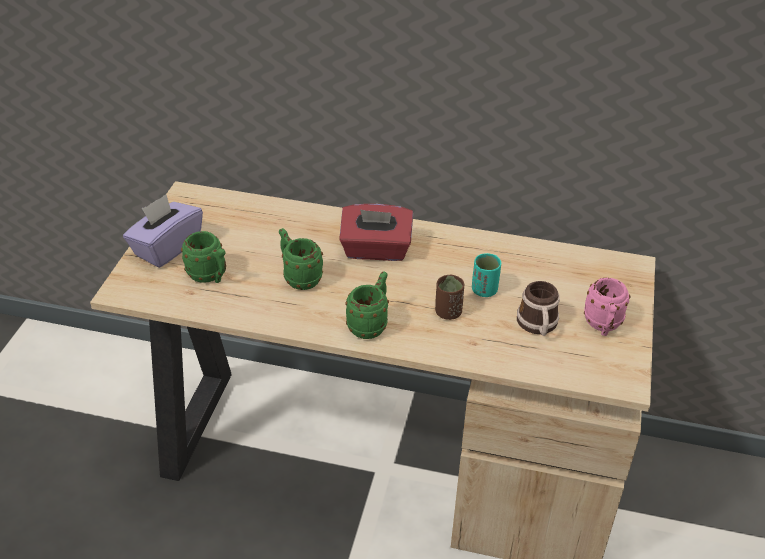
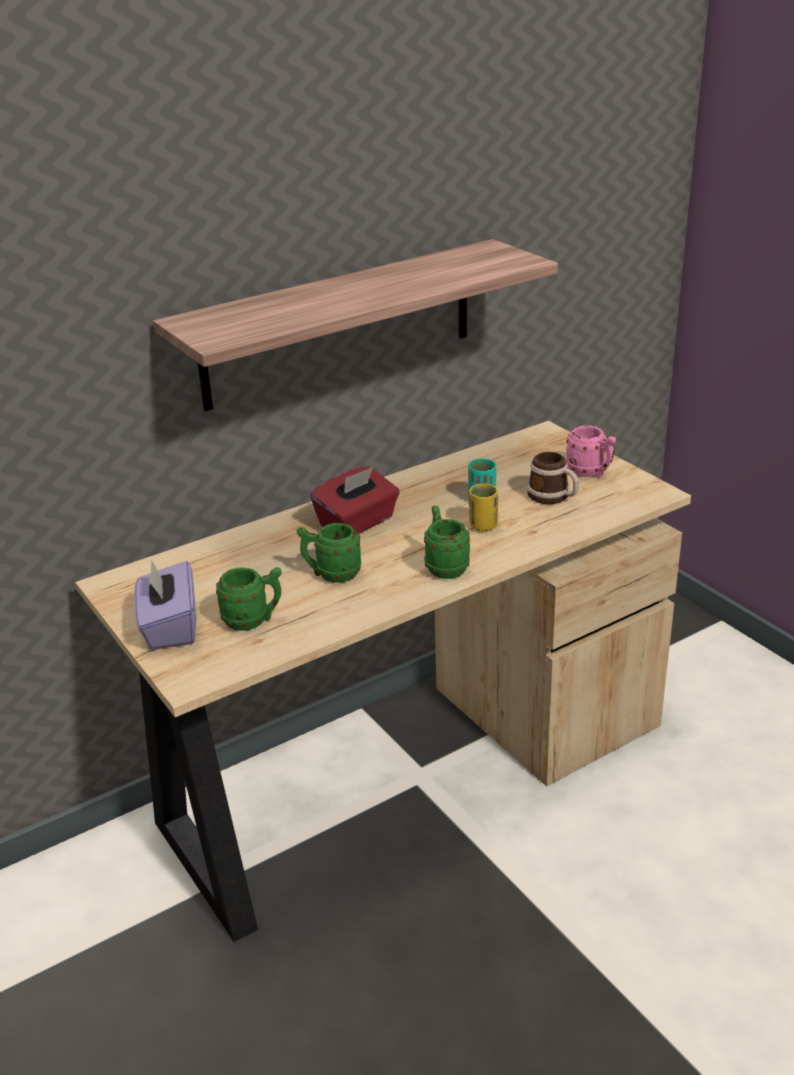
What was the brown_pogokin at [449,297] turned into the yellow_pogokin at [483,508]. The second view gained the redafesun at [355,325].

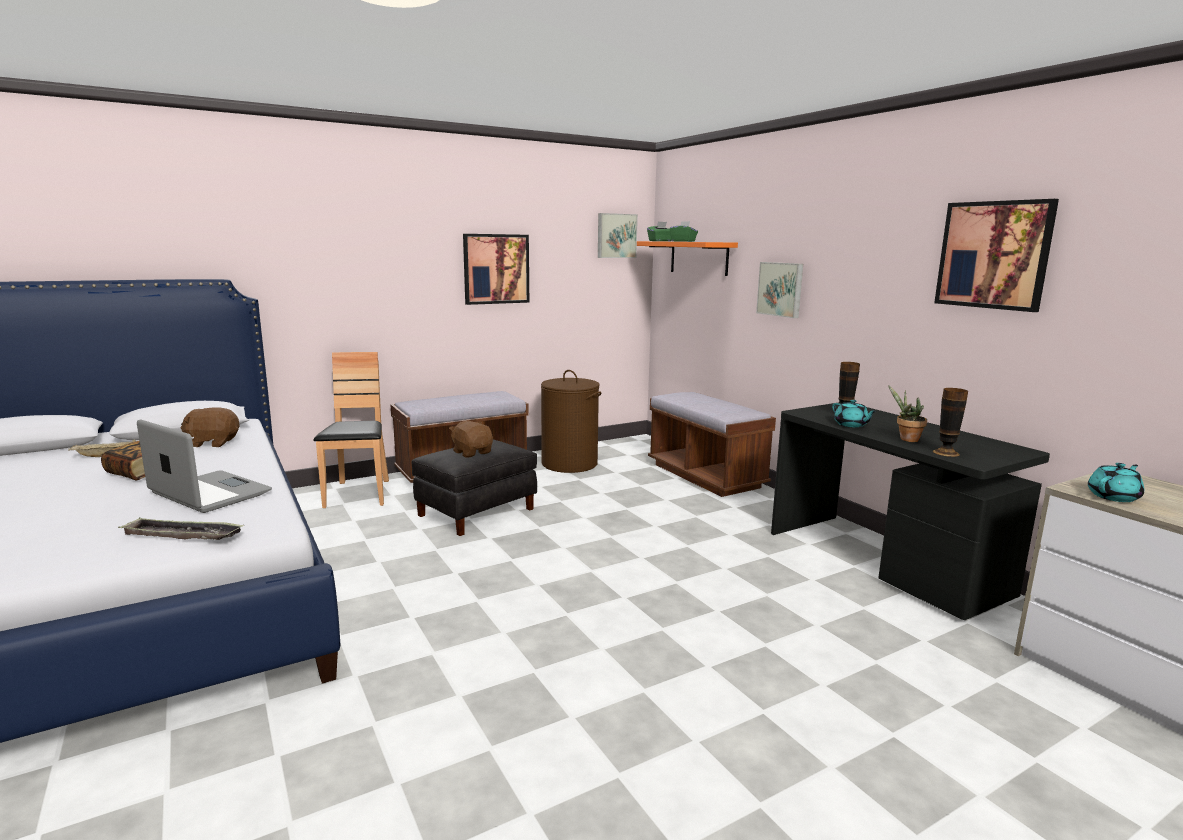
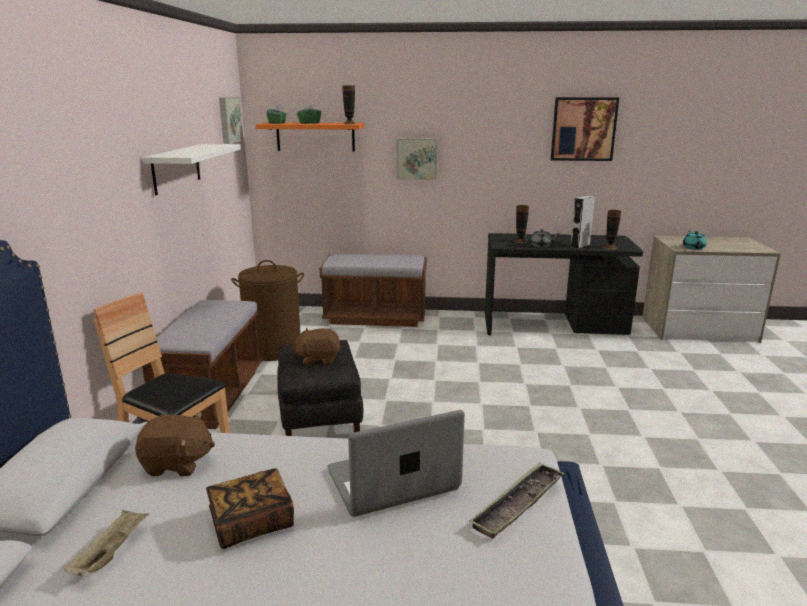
Where the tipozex hung at [496,269], the white_redafesun came to hang at [192,169]. Where the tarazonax stood at [907,413], the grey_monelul came to stand at [582,222]. What was the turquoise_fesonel at [854,413] turned into the grey_fesonel at [542,238]. The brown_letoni at [210,427] ended up facing another way, 120 degrees counterclockwise from before. The second view gained the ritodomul at [349,104].

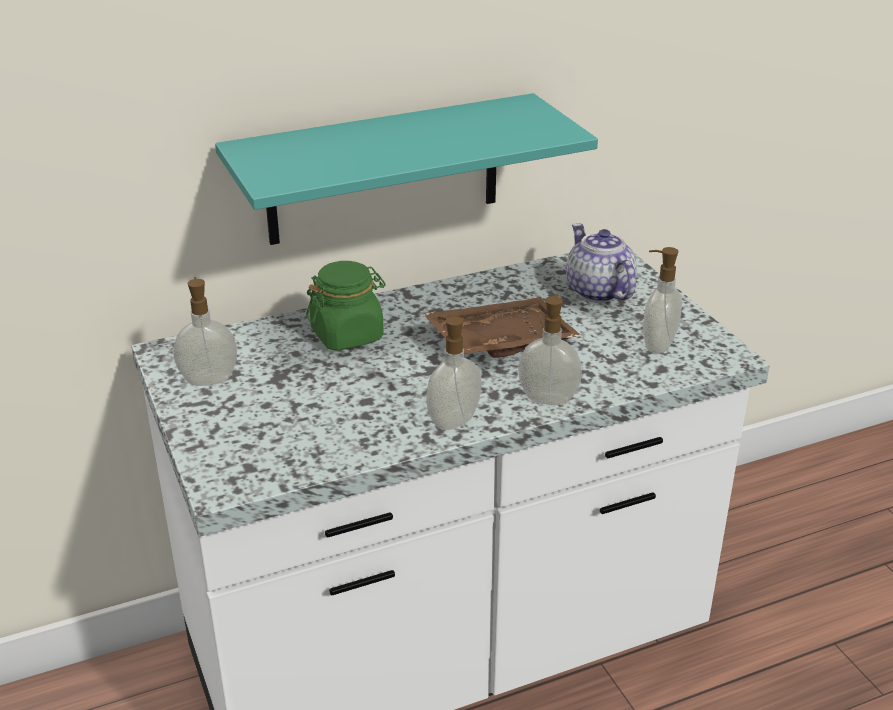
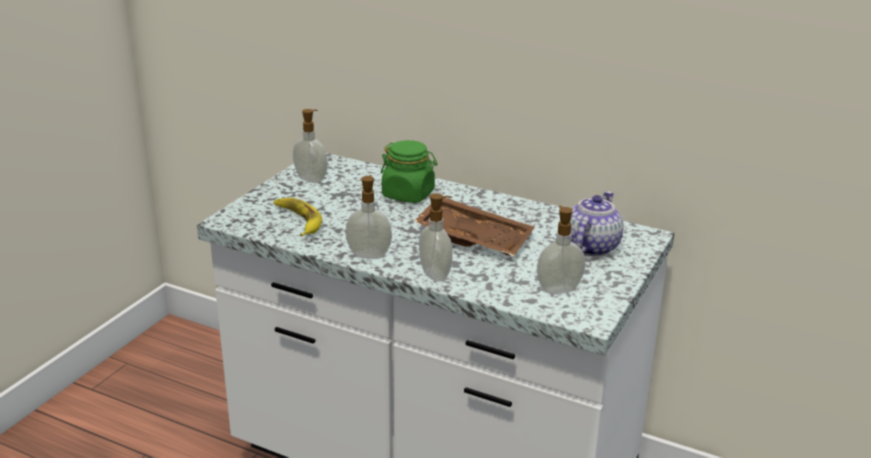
The second view lost the turquoise_redafesun at [406,169]. The second view gained the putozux at [298,217].

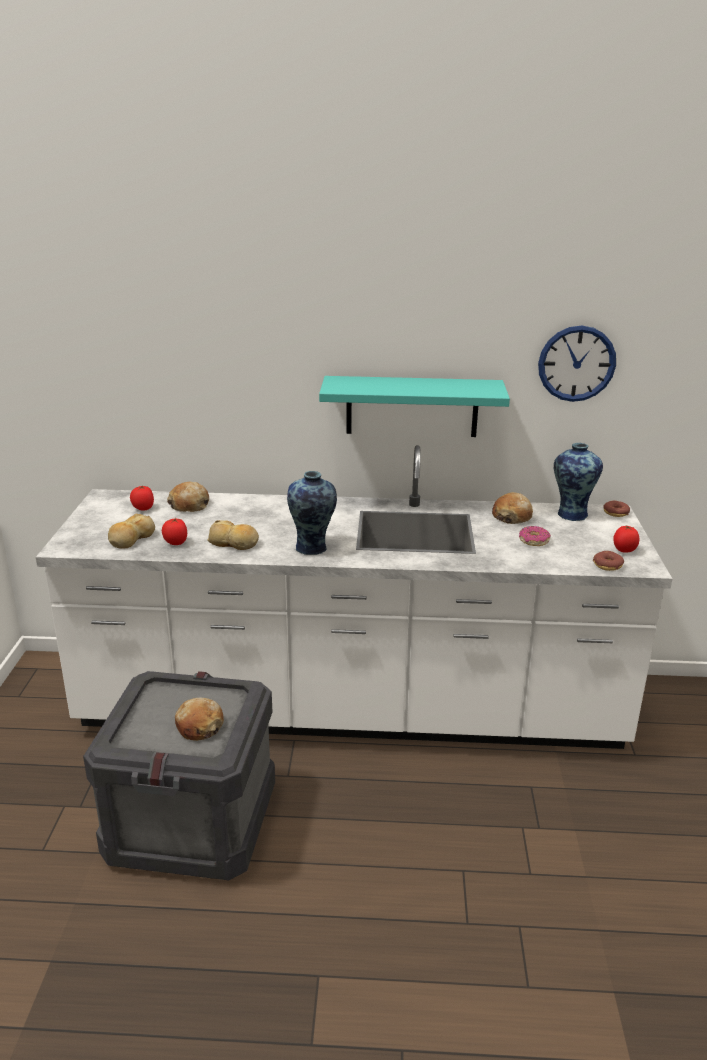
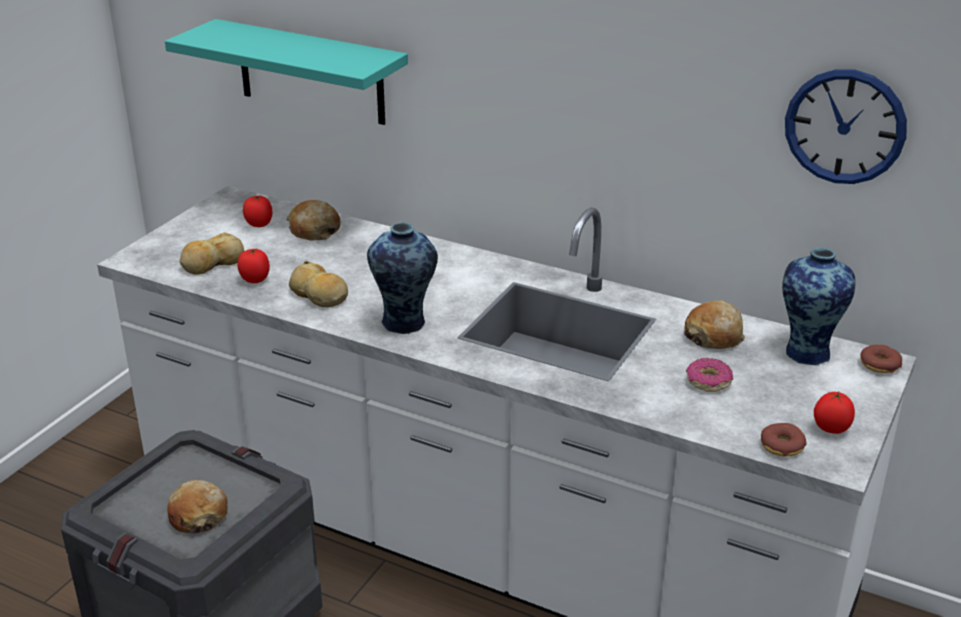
The turquoise_redafesun ended up elsewhere, having gone from [414,406] to [286,72].

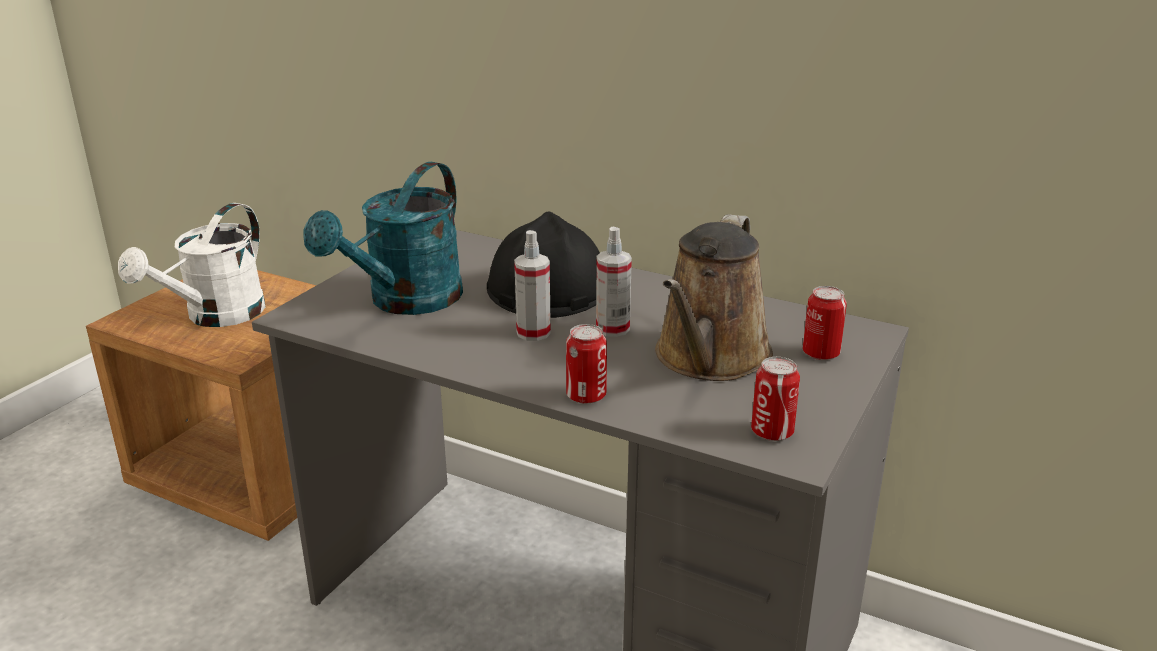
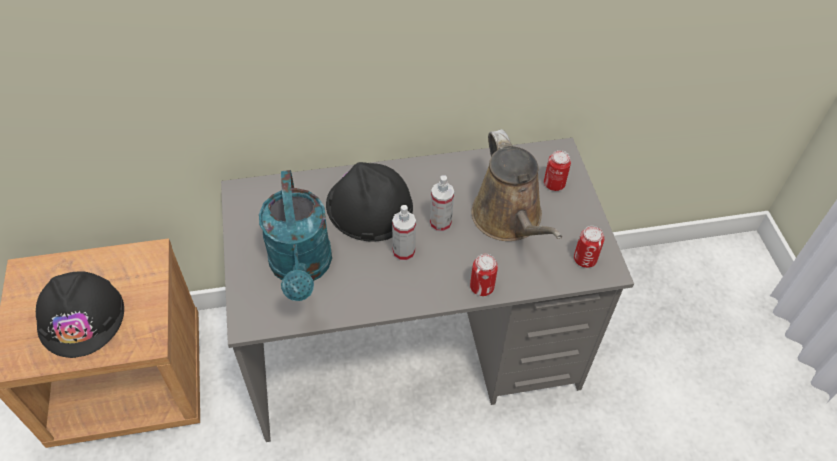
Where the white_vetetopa stood at [191,265], the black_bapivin came to stand at [80,314].

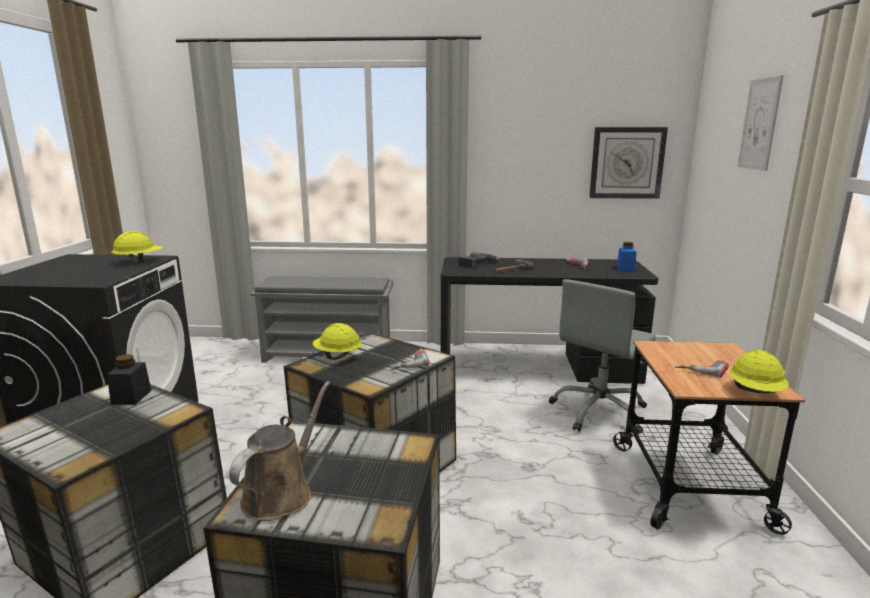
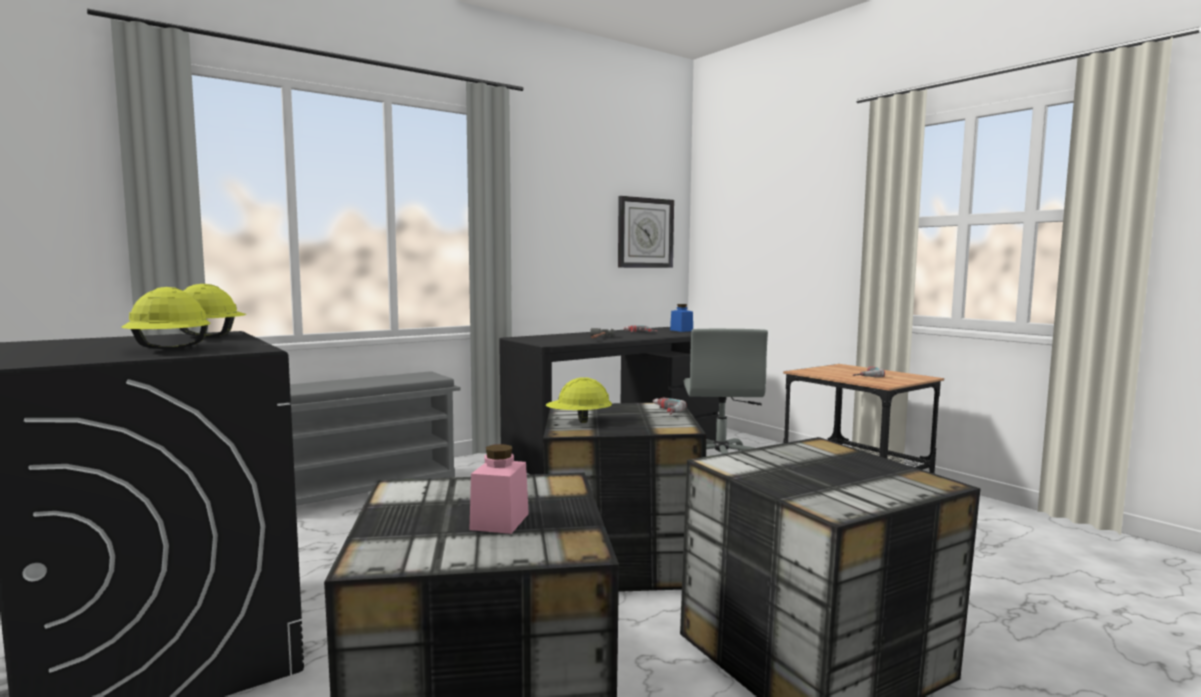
The second view lost the tipozex at [760,123]. The second view lost the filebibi at [479,260]. The yellow_bapivin ended up elsewhere, having gone from [759,371] to [166,318]. The second view lost the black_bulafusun at [129,379]. The second view lost the brown_vetetopa at [279,451]. The second view gained the pink_bulafusun at [499,489].

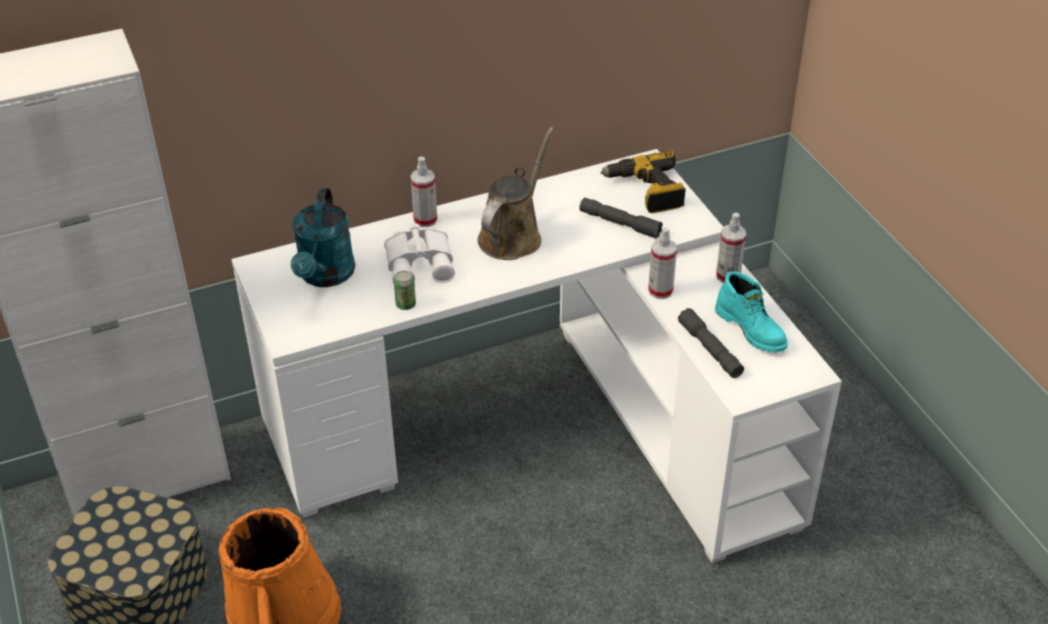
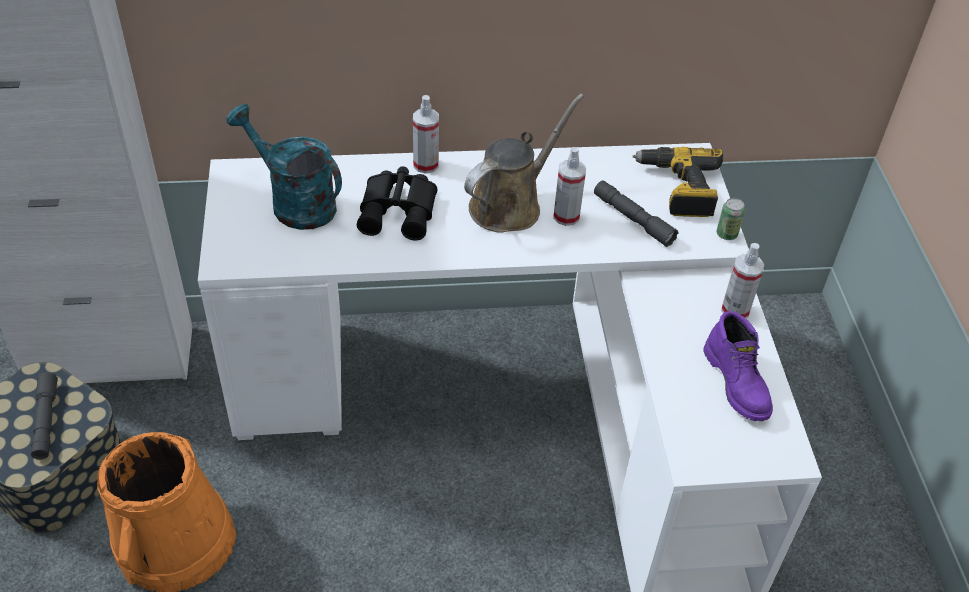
The turquoise_vetetopa at [323,237] ended up facing another way, 105 degrees clockwise from before. What was the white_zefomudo at [419,253] turned into the black_zefomudo at [397,203]. The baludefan ended up elsewhere, having gone from [662,263] to [569,186]. The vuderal ended up elsewhere, having gone from [405,290] to [731,219]. What was the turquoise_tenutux at [751,312] turned into the purple_tenutux at [738,366]. The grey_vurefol ended up elsewhere, having gone from [711,343] to [44,415].

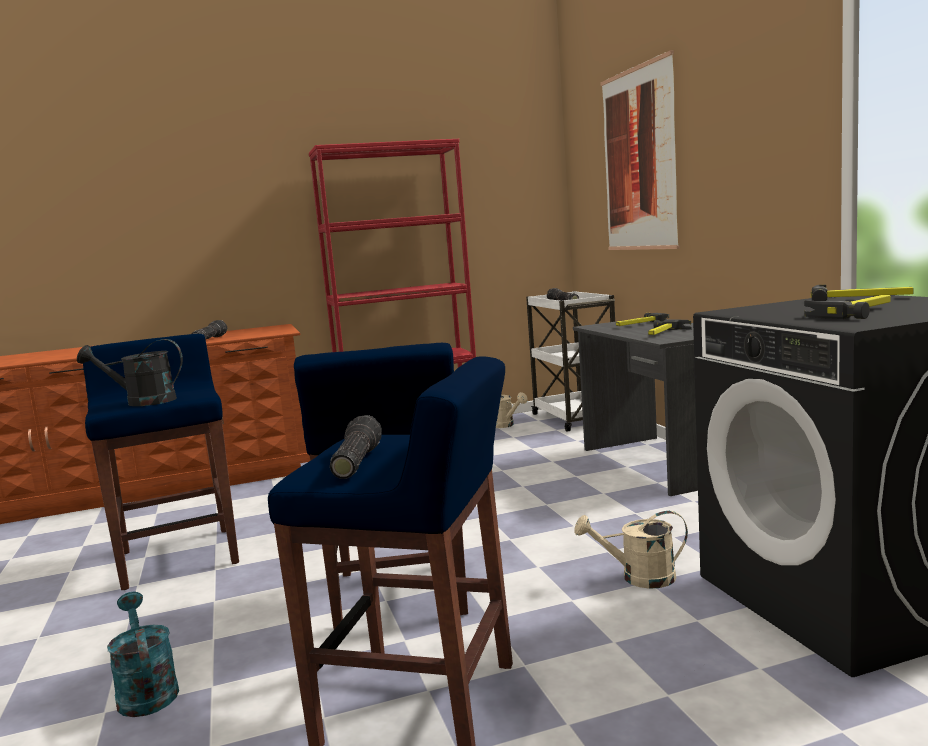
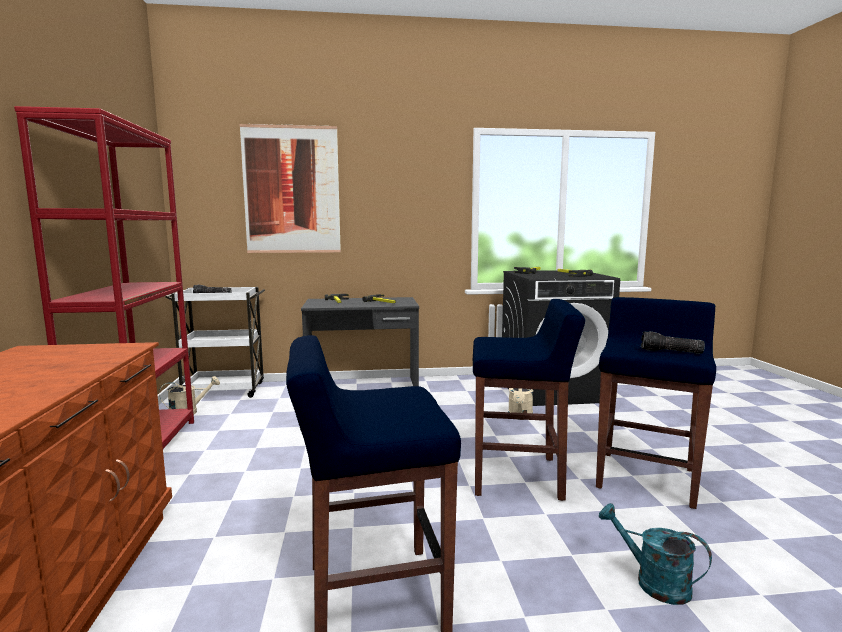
The second view lost the vurefol at [209,330]. The second view lost the black_vetetopa at [130,372]. The turquoise_vetetopa at [143,654] ended up facing another way, 60 degrees clockwise from before.

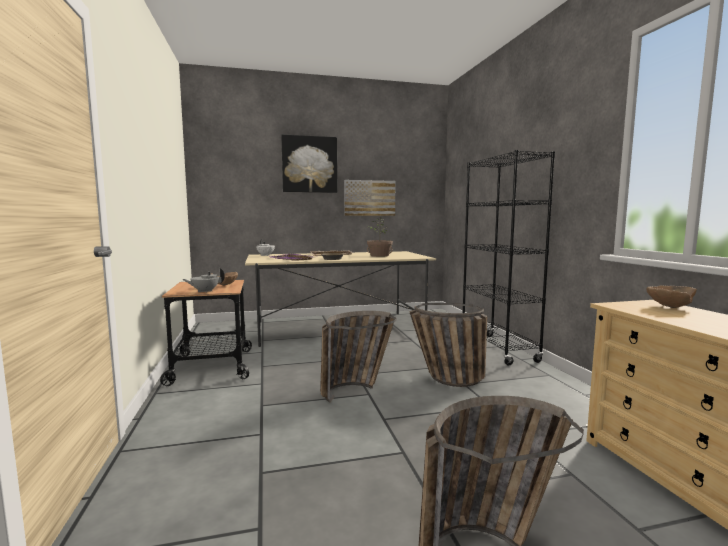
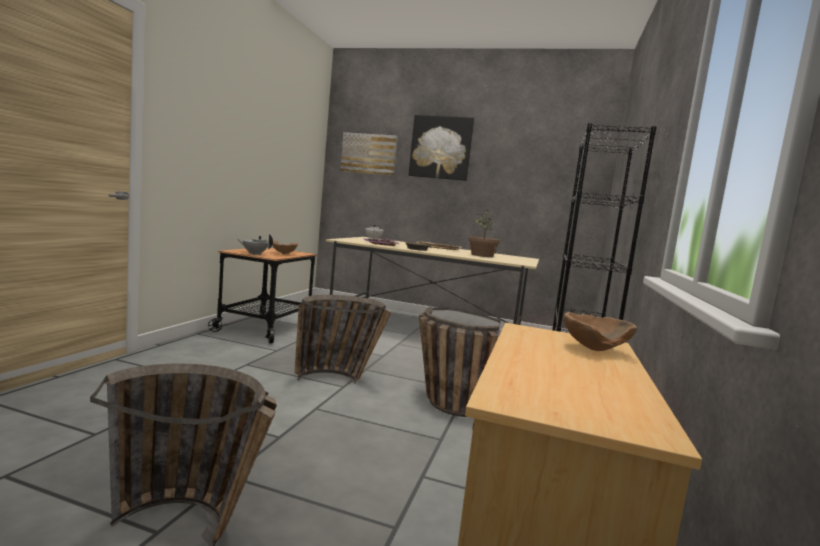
The tipozex ended up elsewhere, having gone from [369,198] to [369,154].

